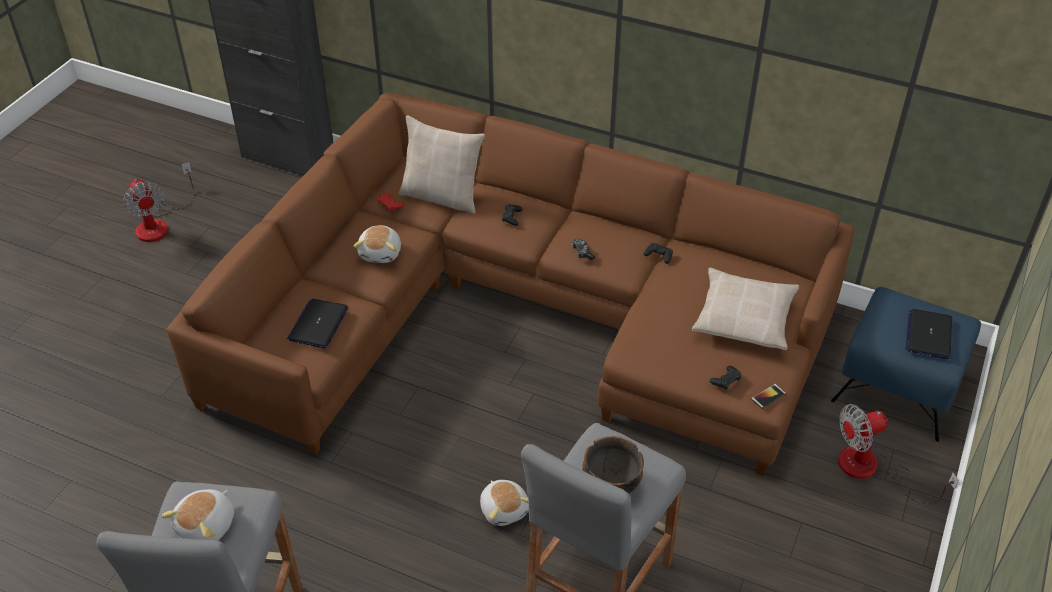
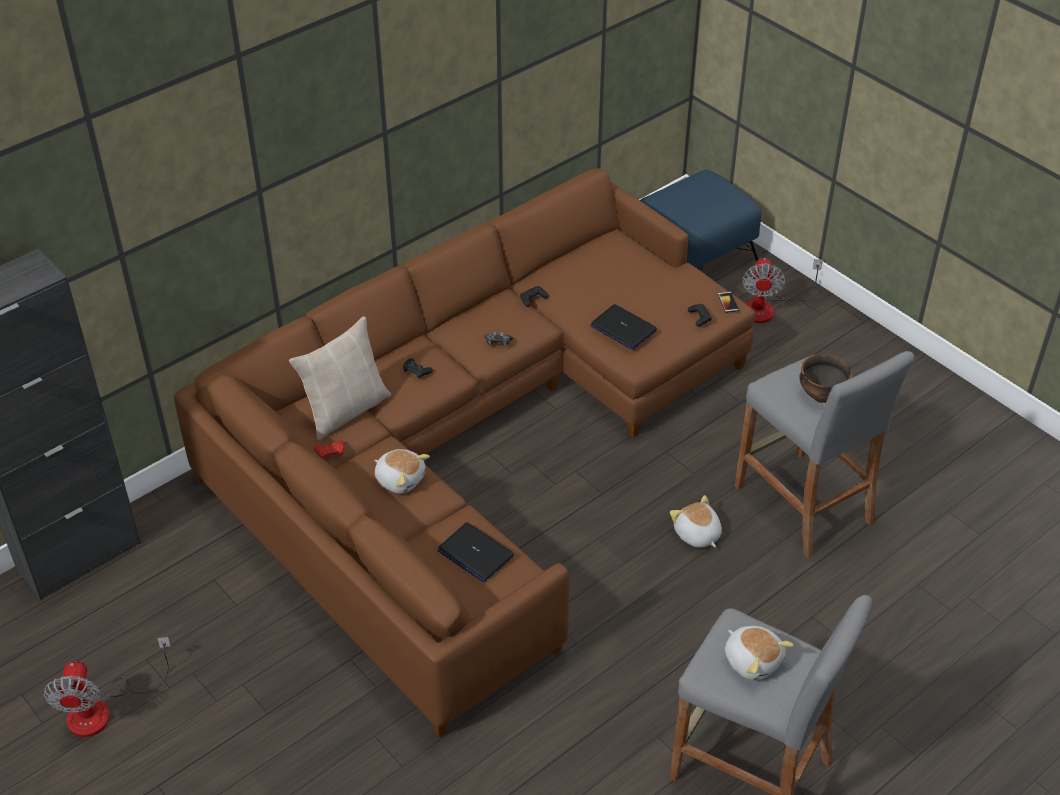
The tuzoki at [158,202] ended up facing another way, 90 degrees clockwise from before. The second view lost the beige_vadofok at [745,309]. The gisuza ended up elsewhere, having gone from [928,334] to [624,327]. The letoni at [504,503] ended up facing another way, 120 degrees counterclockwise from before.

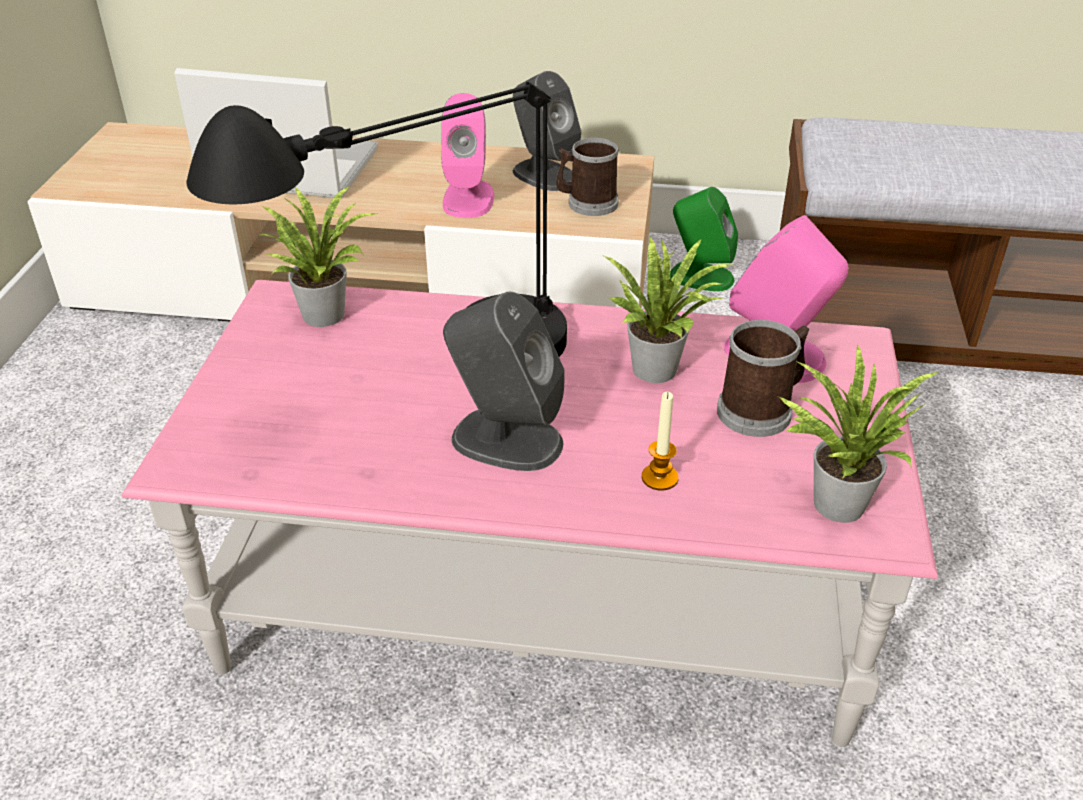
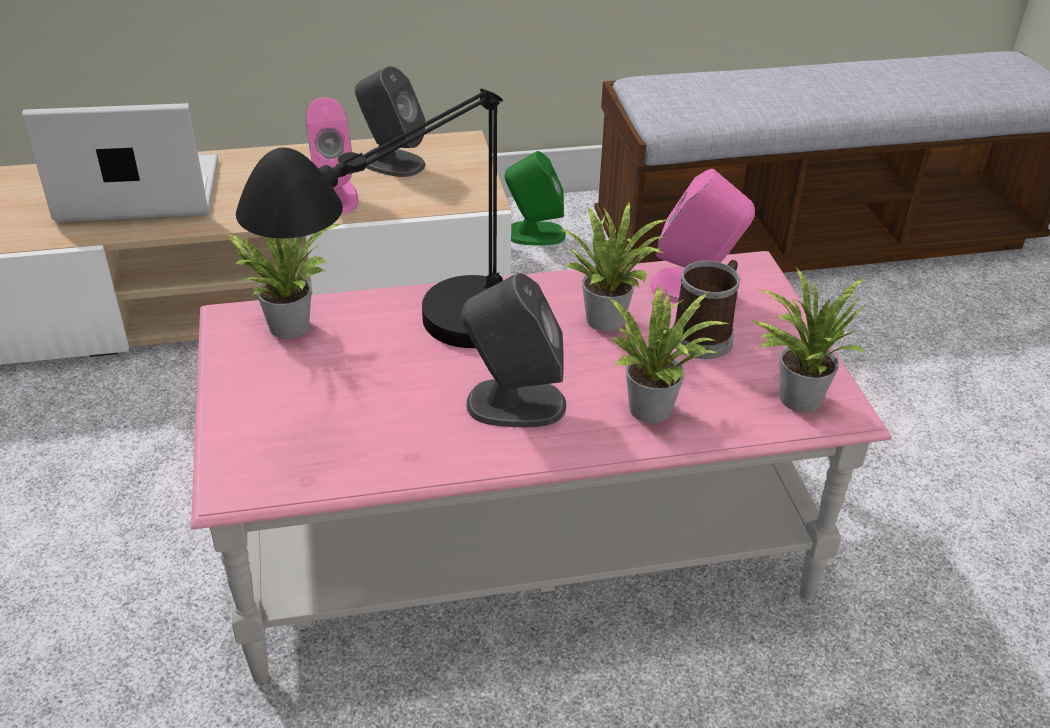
The second view lost the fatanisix at [587,177]. Where the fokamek stood at [660,441], the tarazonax came to stand at [668,354].

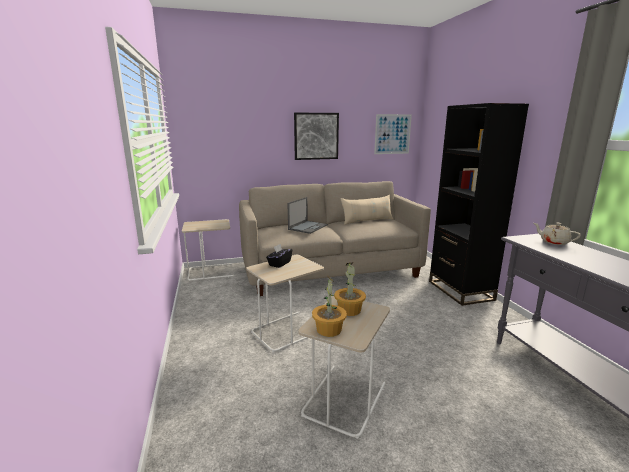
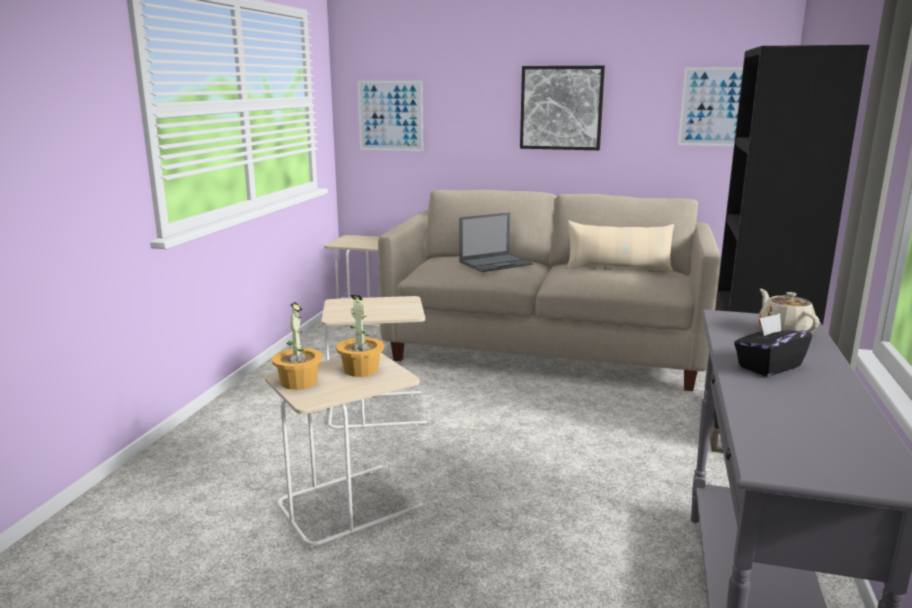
The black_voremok ended up elsewhere, having gone from [279,256] to [773,344]. The second view gained the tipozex at [390,116].

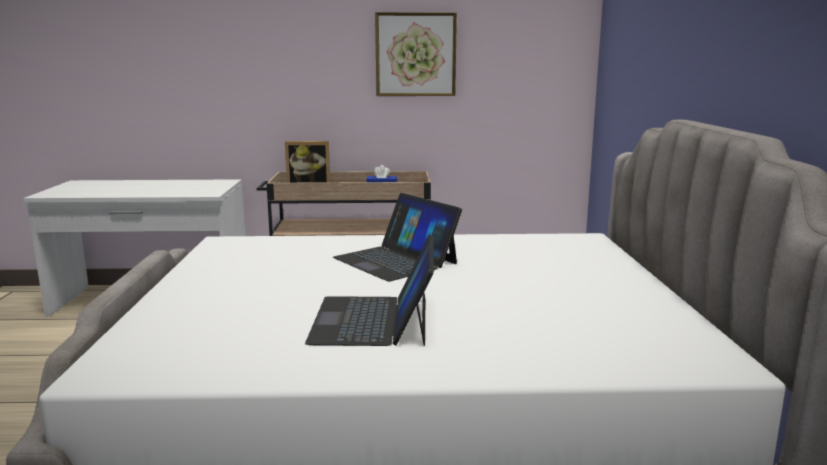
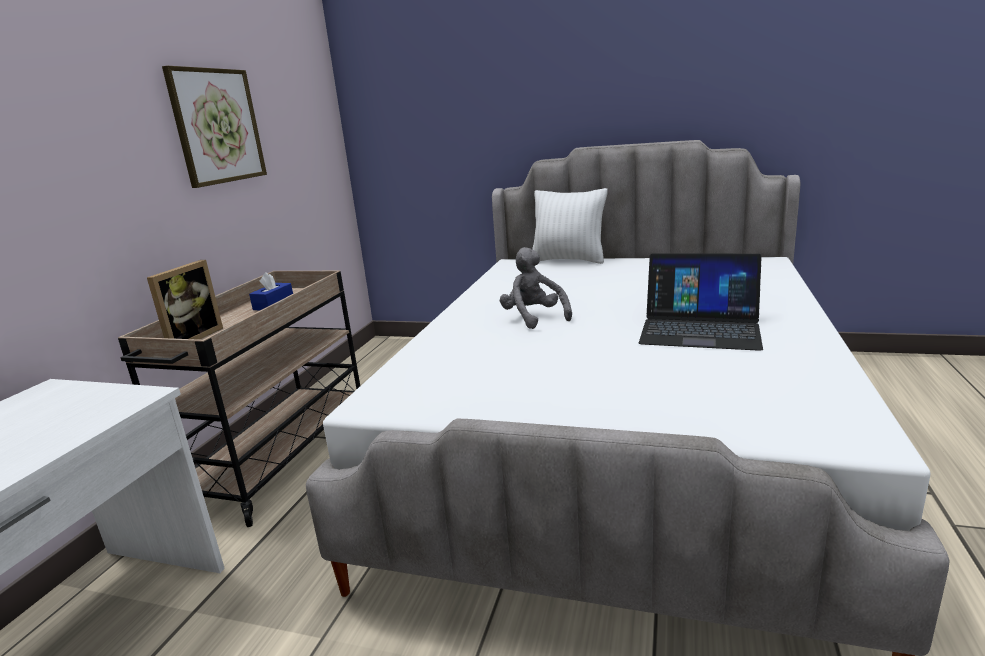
Where the gisuza stood at [397,237], the grey_letoni came to stand at [536,288]. The second view gained the white_vadofok at [570,226].

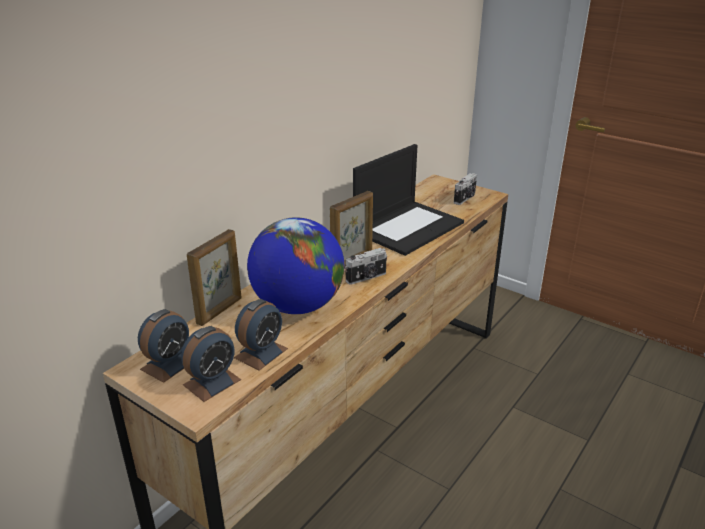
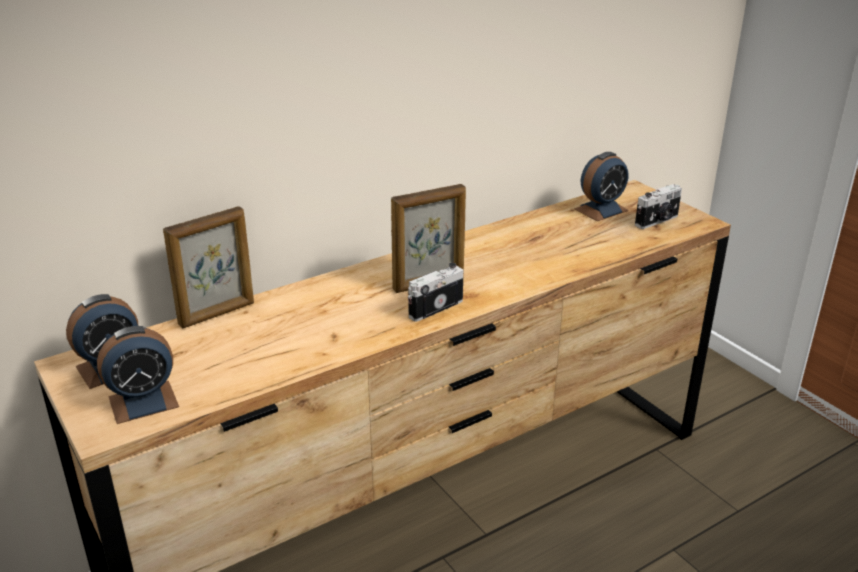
The second view lost the gisuza at [408,200]. The second view lost the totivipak at [295,265]. The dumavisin at [366,266] ended up facing another way, 150 degrees clockwise from before. The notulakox ended up elsewhere, having gone from [261,335] to [601,186].

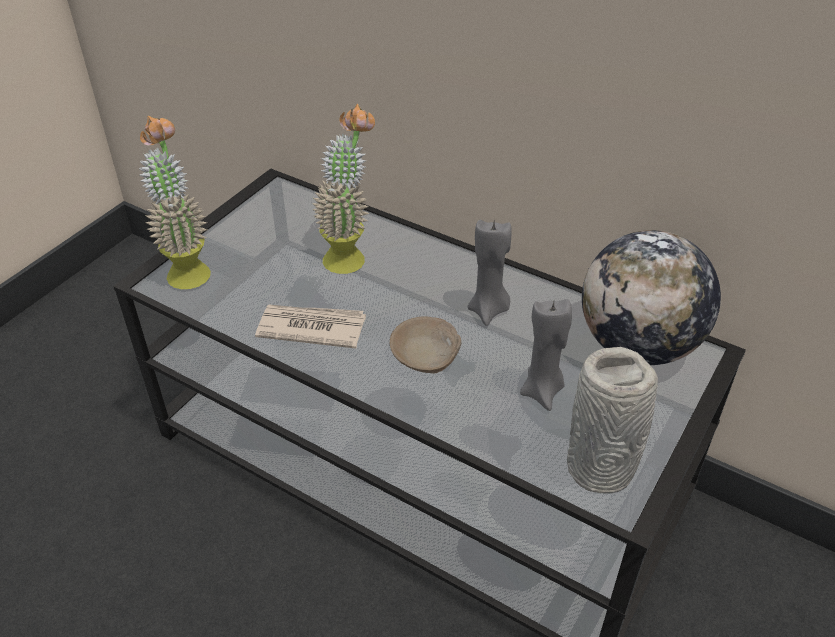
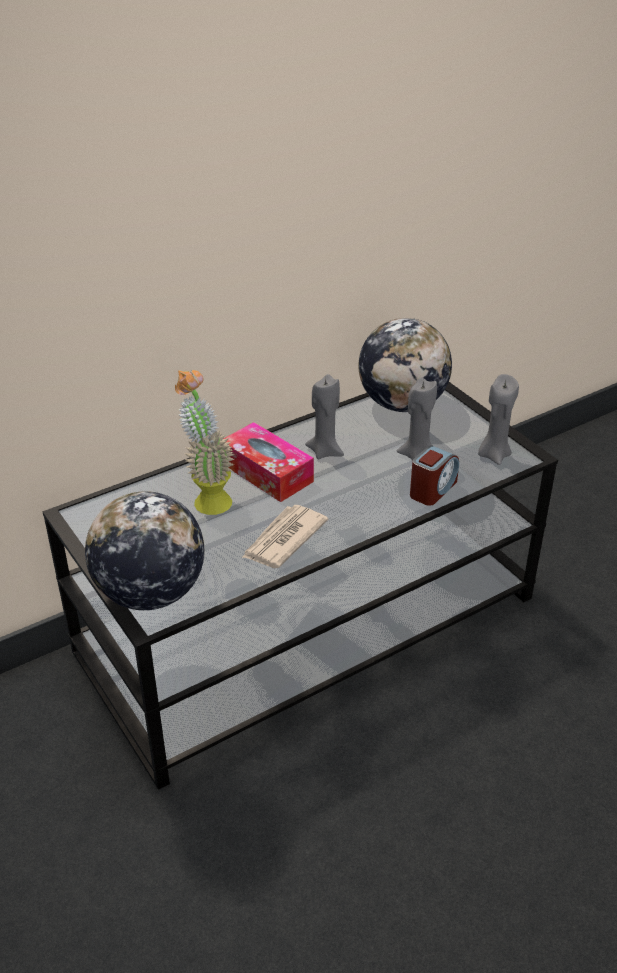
Where the tarazonax stood at [174,202], the totivipak came to stand at [144,550]. The second view lost the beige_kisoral at [425,344]. Where the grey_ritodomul stood at [612,420], the grey_fokamek came to stand at [498,419]. The second view gained the voremok at [269,462]. The second view gained the notulakox at [434,476].

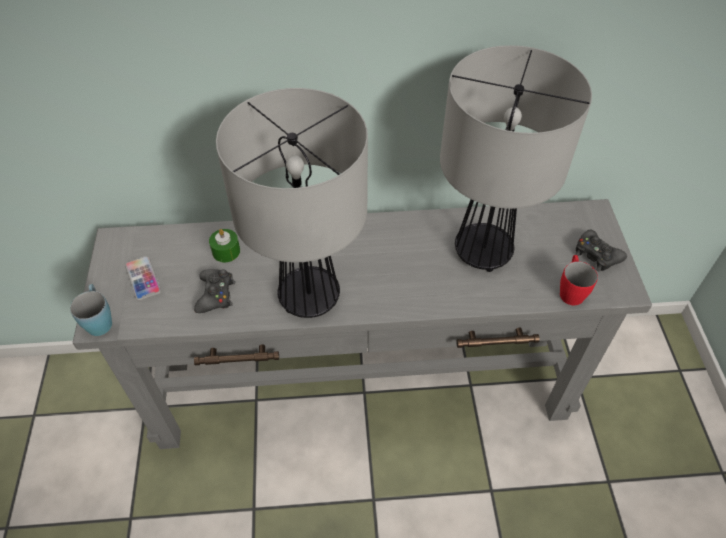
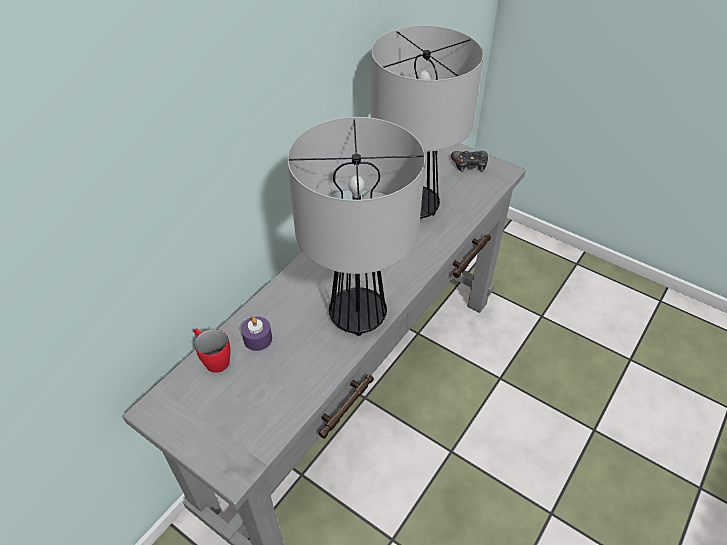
What was the green_fokamek at [224,246] turned into the purple_fokamek at [256,334]. The red_fatanisix ended up elsewhere, having gone from [579,280] to [212,350]. The second view lost the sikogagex at [143,278]. The second view lost the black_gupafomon at [214,291]. The second view lost the blue_fatanisix at [91,310].

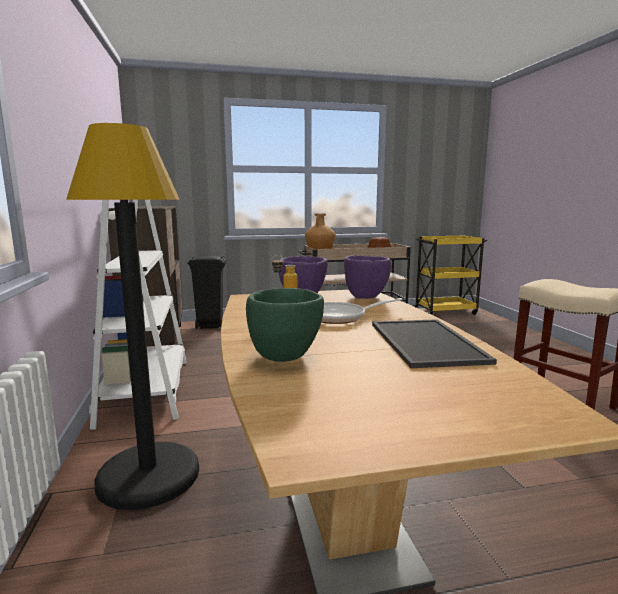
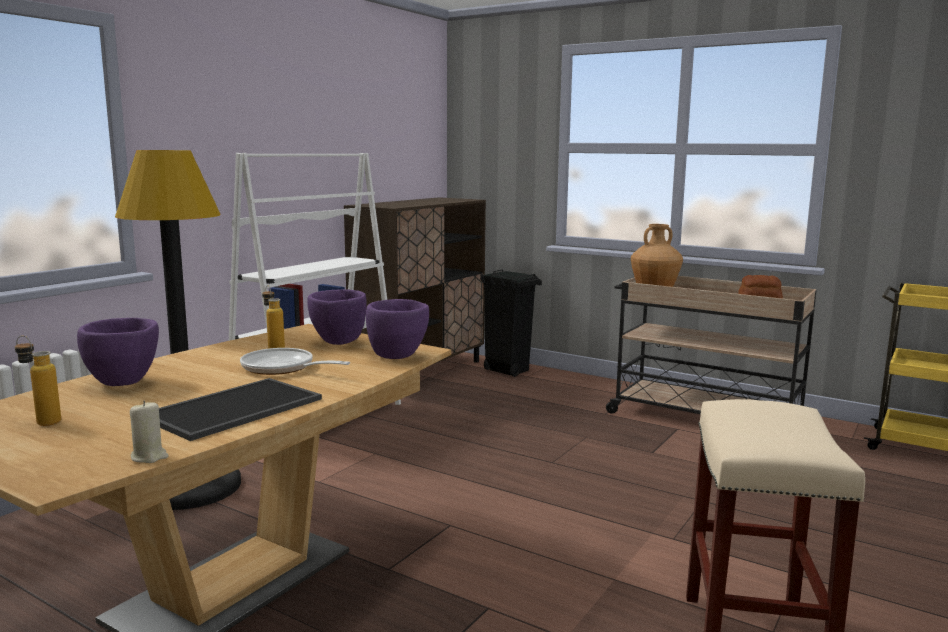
What was the green_kisoral at [285,325] turned into the purple_kisoral at [118,352]. The second view gained the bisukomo at [38,381]. The second view gained the beige_fokamek at [149,432].

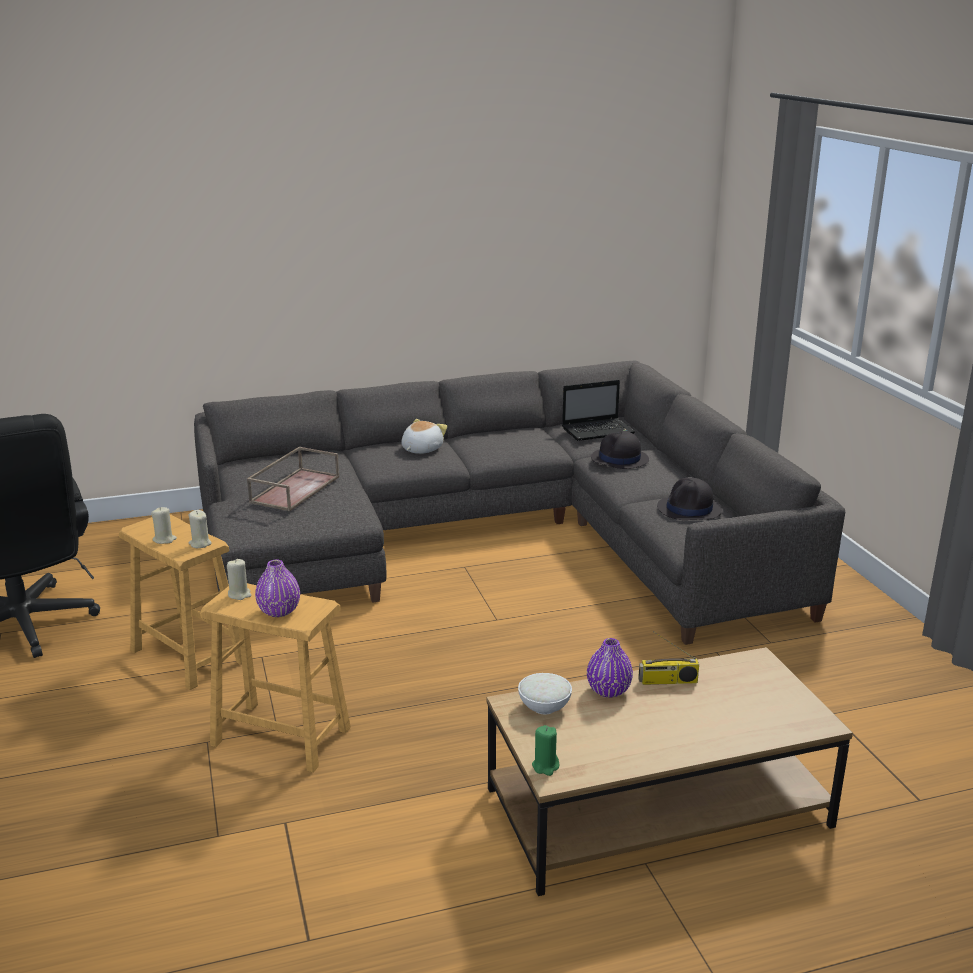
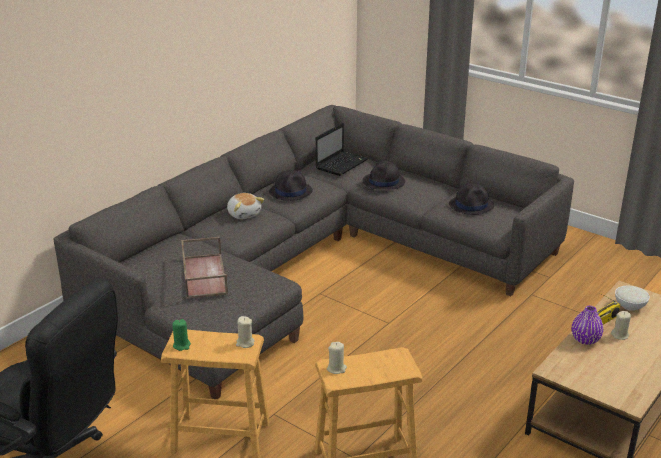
The letoni at [424,436] ended up facing another way, 150 degrees clockwise from before. The beige_fokamek ended up elsewhere, having gone from [164,525] to [621,325]. The second view lost the purple_ritodomul at [277,588]. The white_kisoral ended up elsewhere, having gone from [545,694] to [632,298]. The green_fokamek ended up elsewhere, having gone from [545,750] to [181,335]. The second view gained the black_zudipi at [291,185].

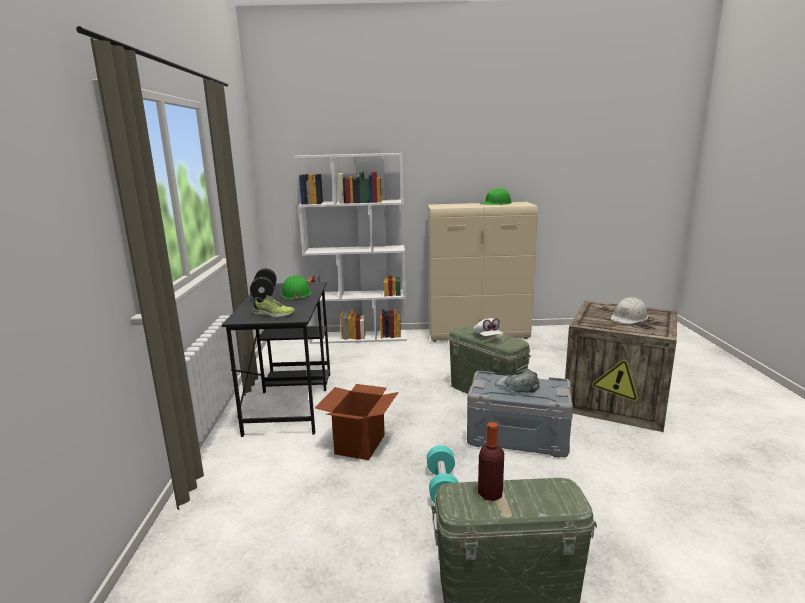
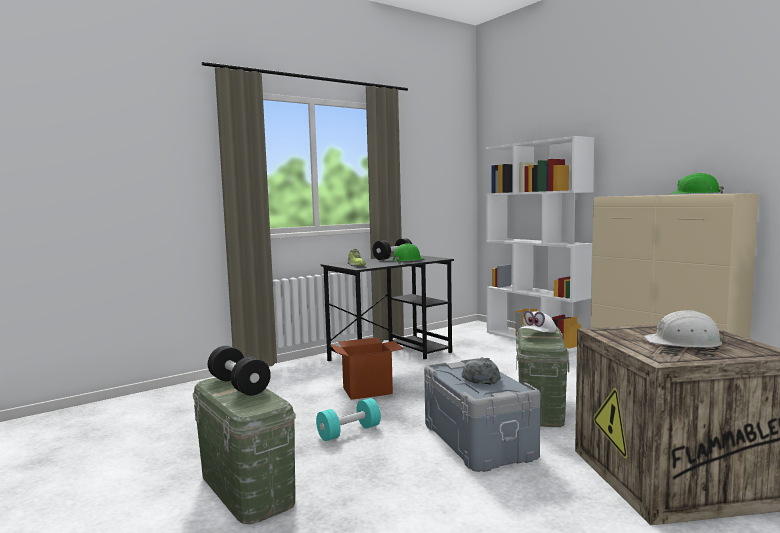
Where the bisukomo stood at [491,461], the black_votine came to stand at [239,371].

